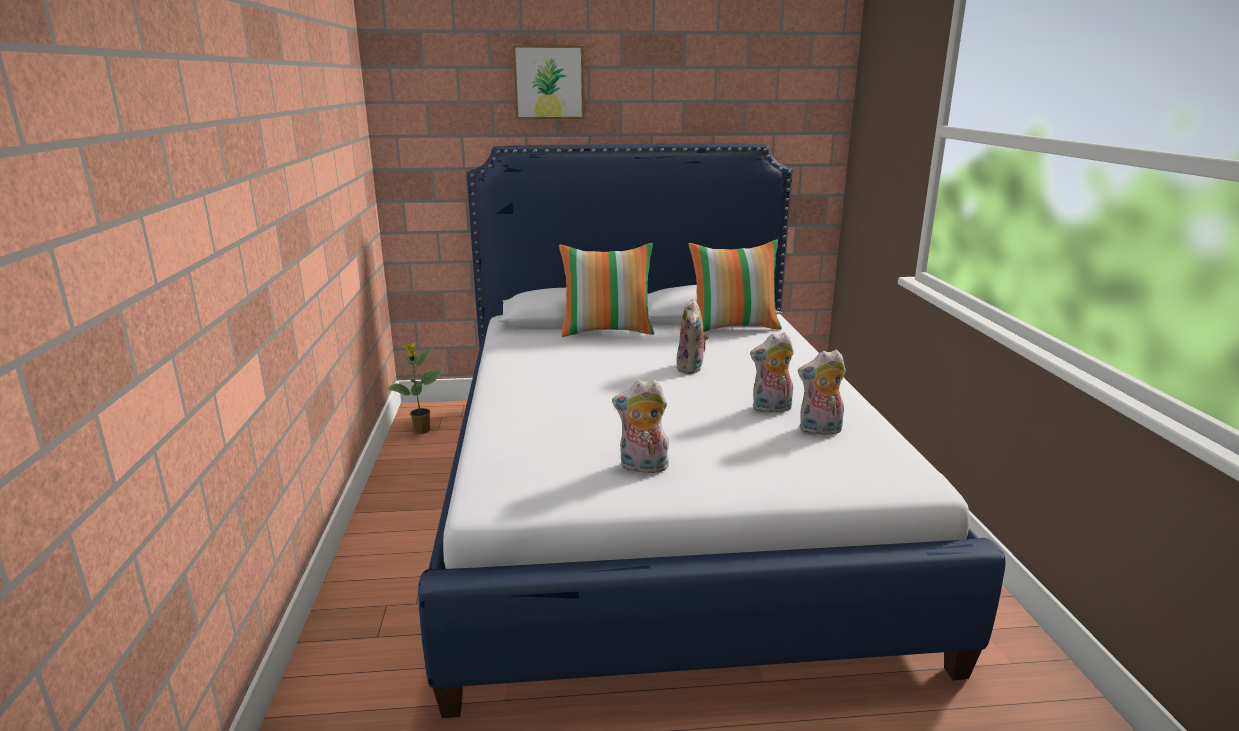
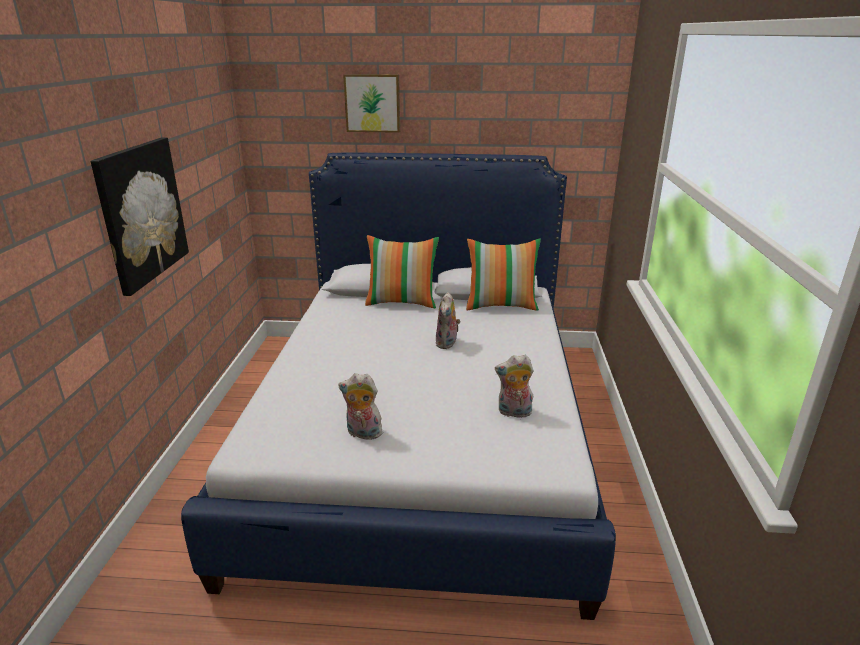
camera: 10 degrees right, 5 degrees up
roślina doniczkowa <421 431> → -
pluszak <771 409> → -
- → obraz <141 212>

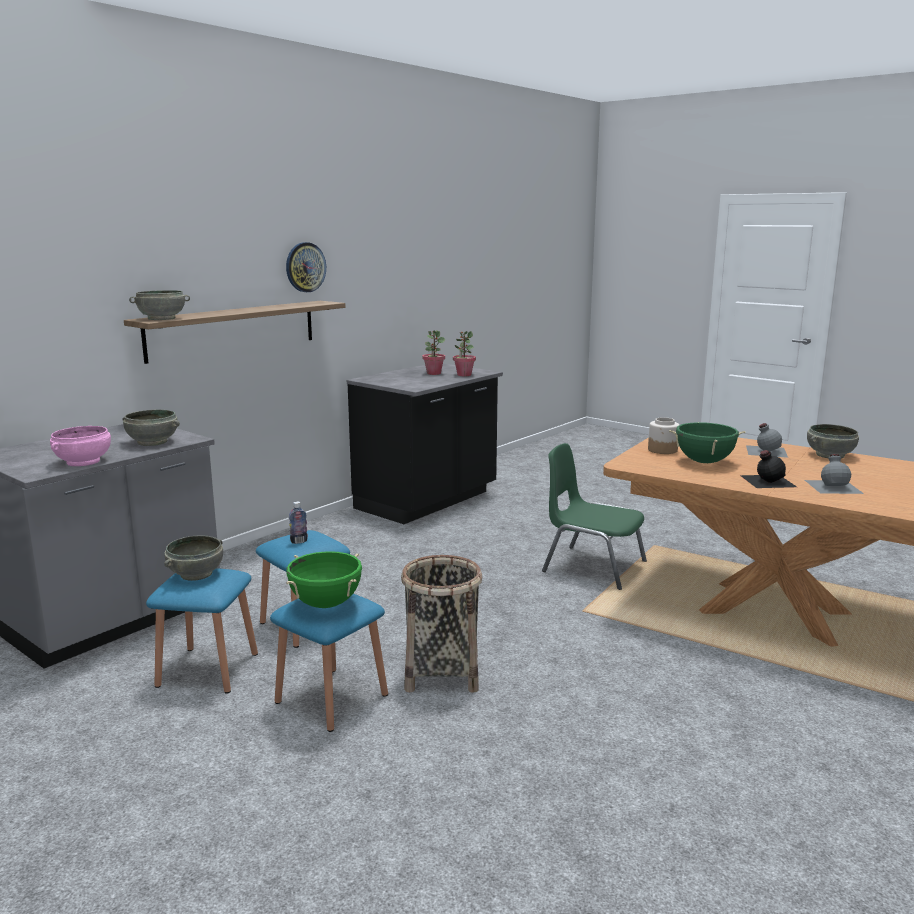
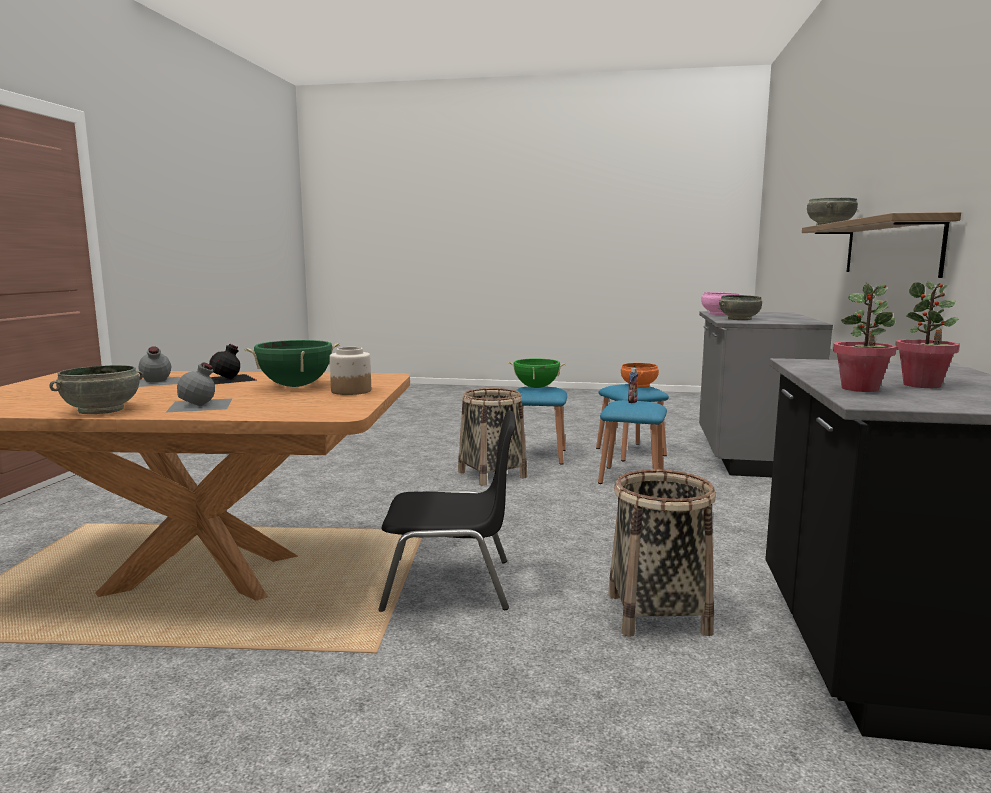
camera: 150 degrees right, 5 degrees down
zegar ścienny <305 267> → -
- → koszyk <658 614>
miska/szary <195 574> → miska/pomarańczowy <639 386>
krzesło/zielony <592 566> → krzesło/czarny <450 584>

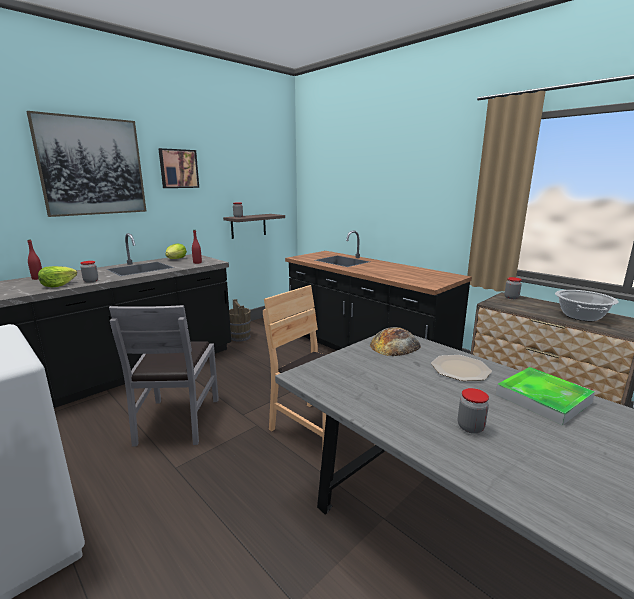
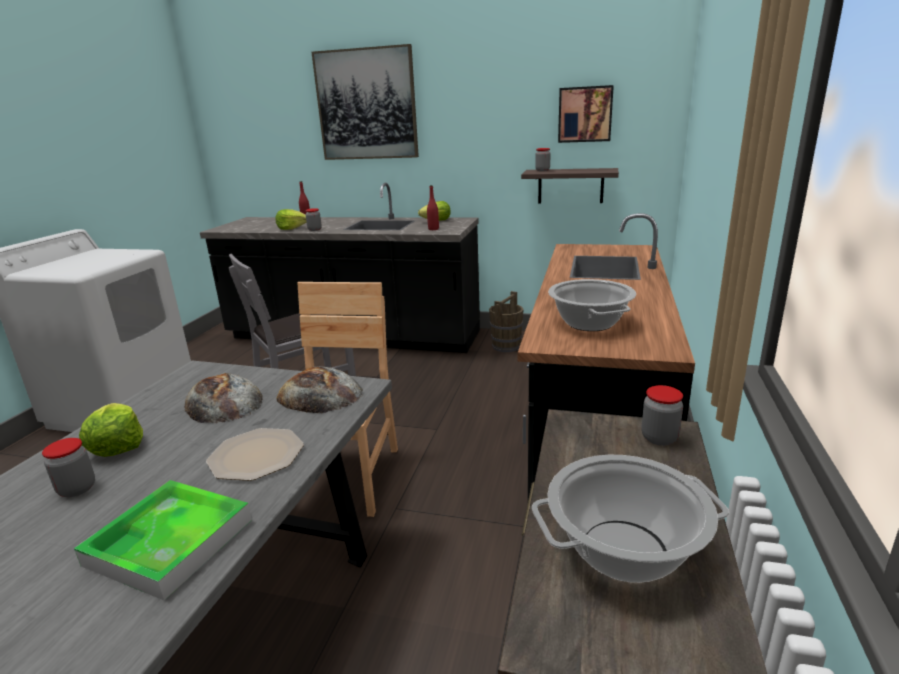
camera: 60 degrees right, 5 degrees up
- → sałata <117 446>
- → chleb <223 402>
- → garnek <590 323>
obraz <178 169> → obraz <585 114>, relocated

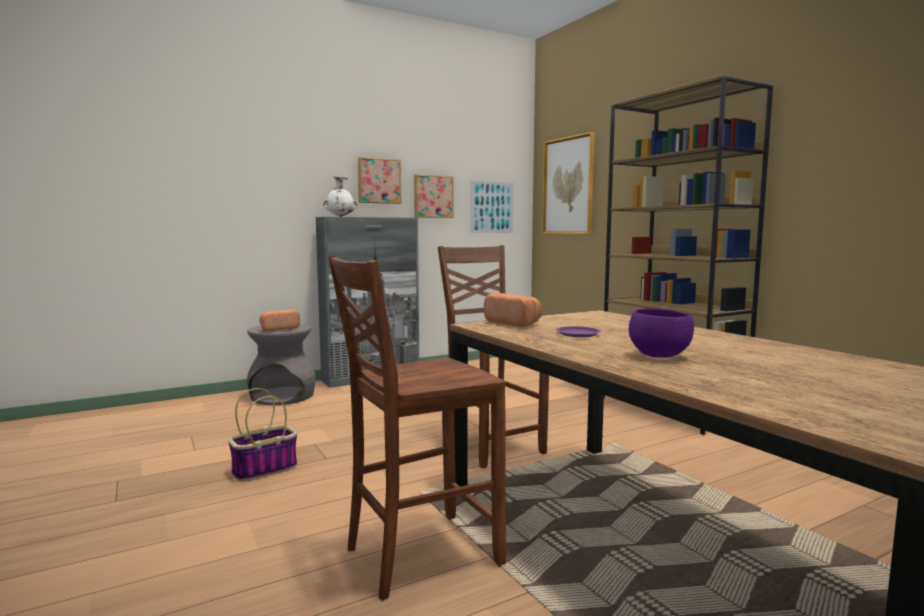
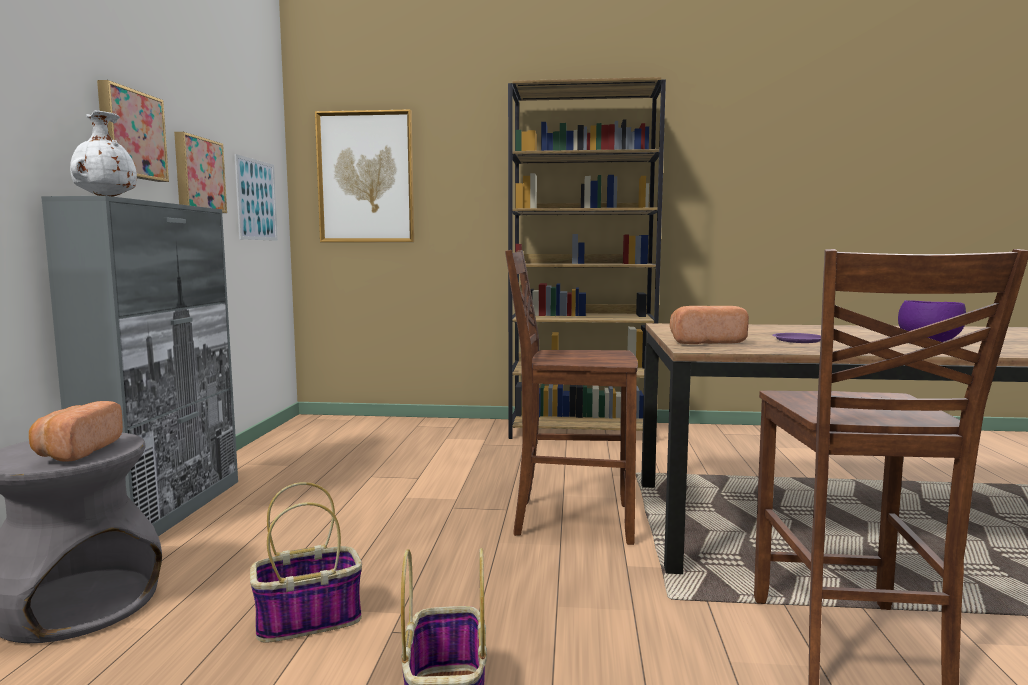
camera: 55 degrees left, 0 degrees up
- → koszyk <310 619>

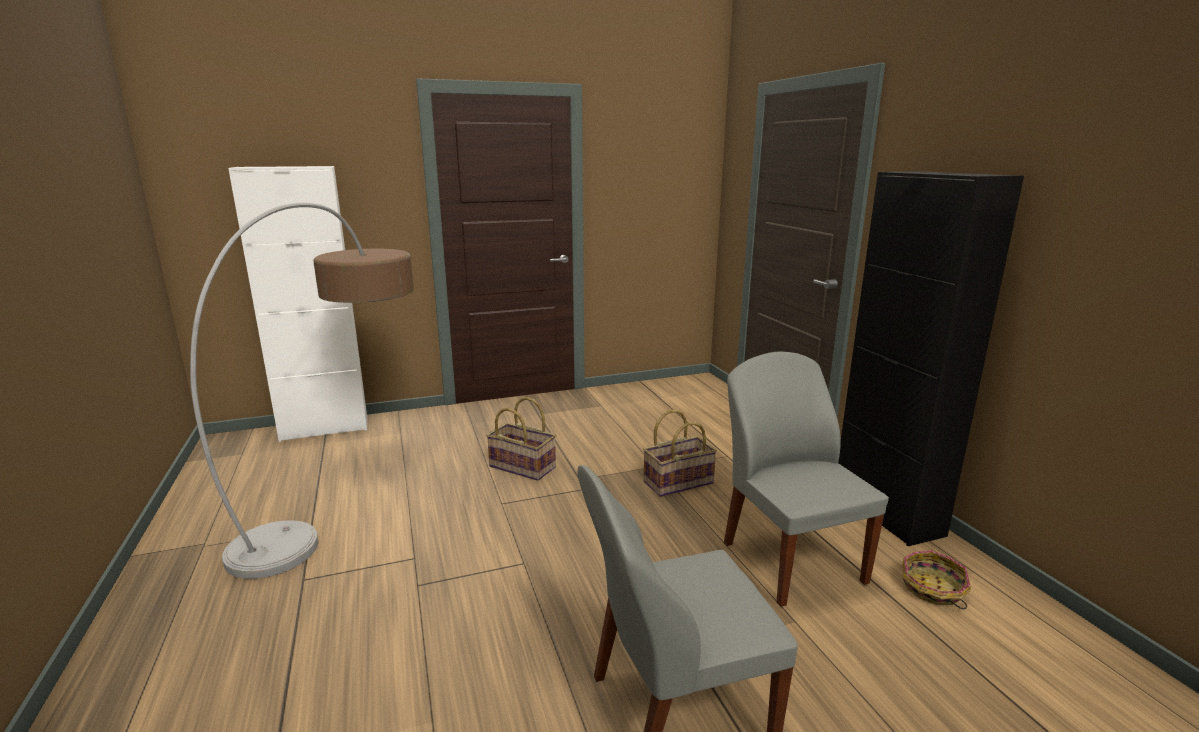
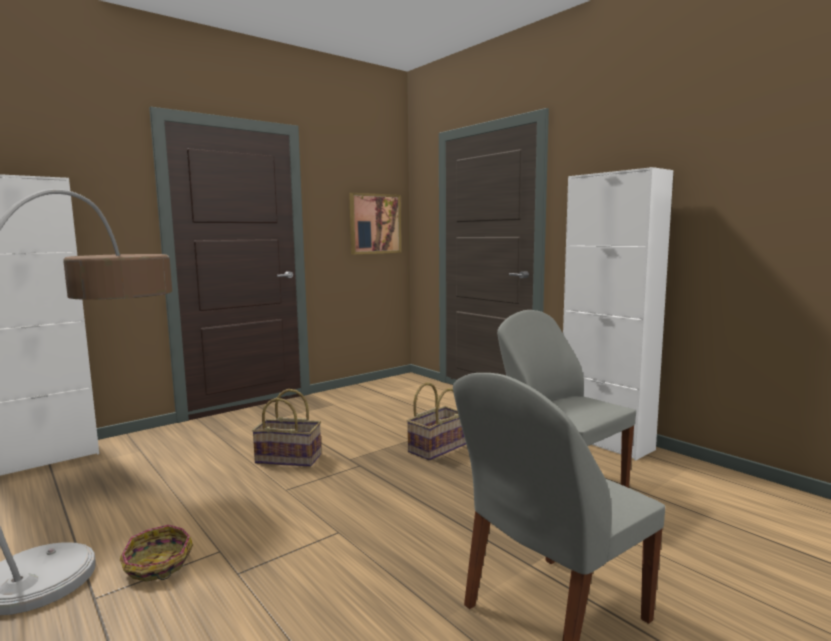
camera: 20 degrees left, 10 degrees down
- → obraz <375 224>
koszyk <932 589> → koszyk <157 566>, relocated
szafka/czarny <886 512> → szafka/biały <605 442>

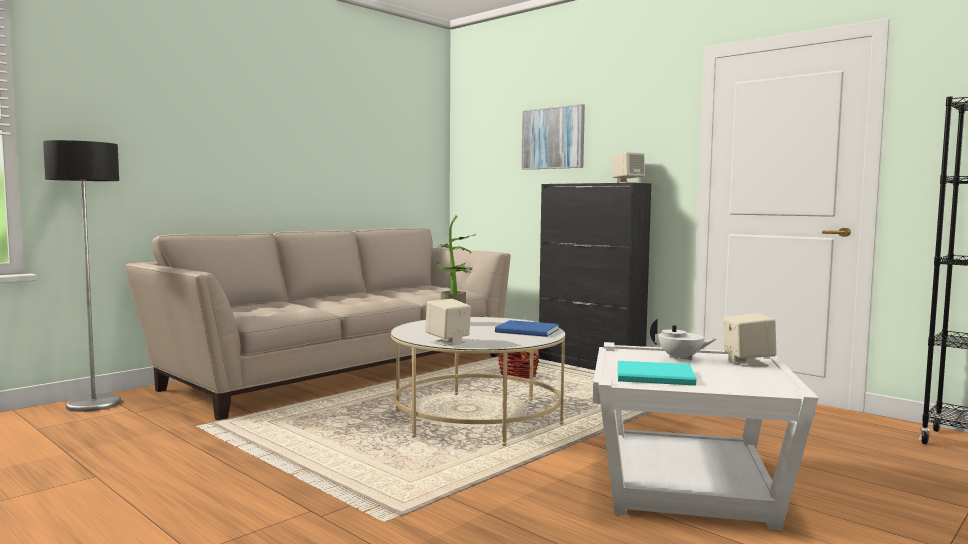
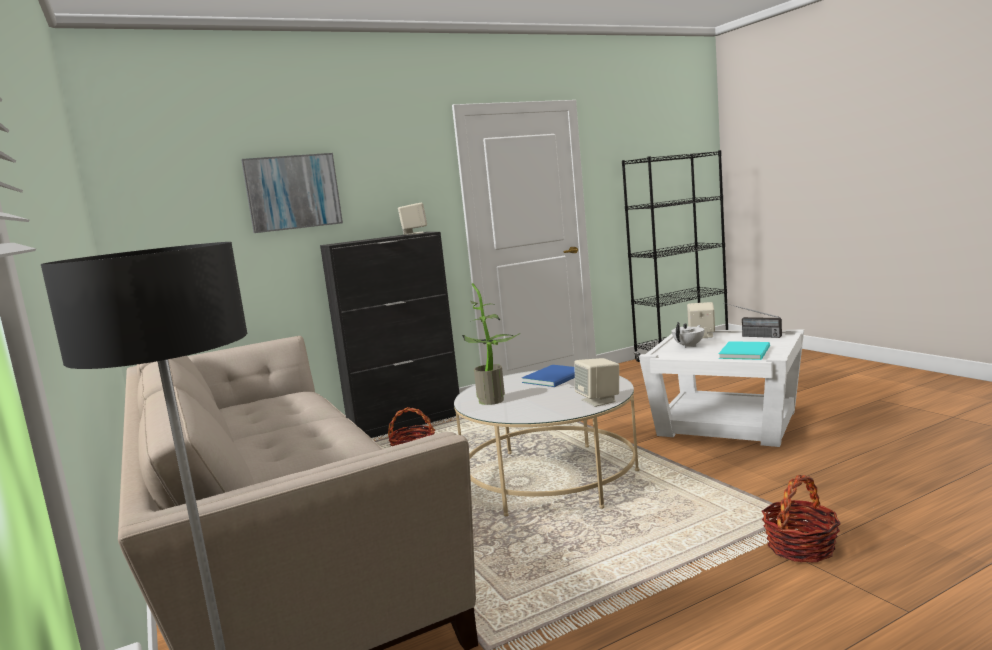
camera: 70 degrees left, 5 degrees up
- → radio <751 336>
- → koszyk <800 547>

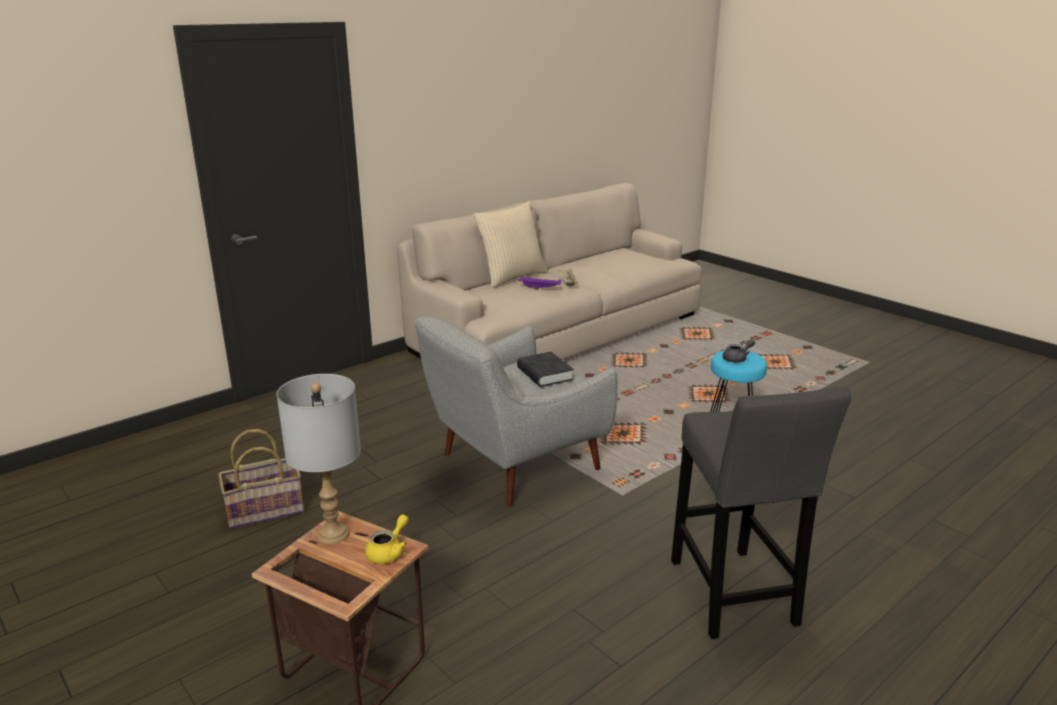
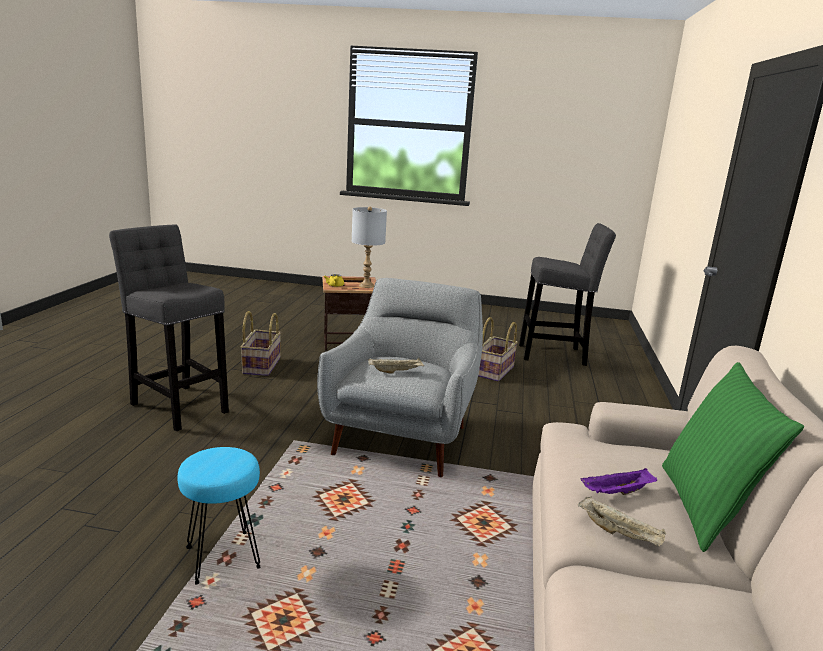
camera: 140 degrees right, 5 degrees down
imbryk/szary <737 359> → -
- → koszyk <261 365>
- → stołek/szary <556 355>
książka/czarny <544 374> → taca/beżowy <396 371>
poduszka/beżowy <511 277> → poduszka/zielony <707 508>

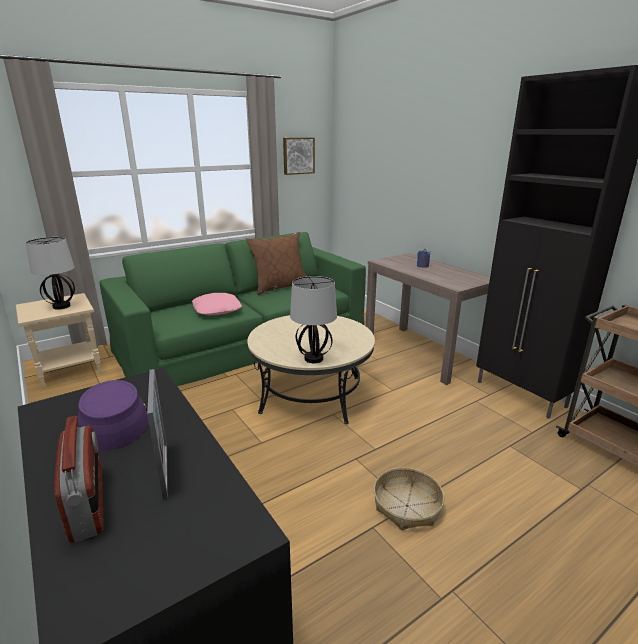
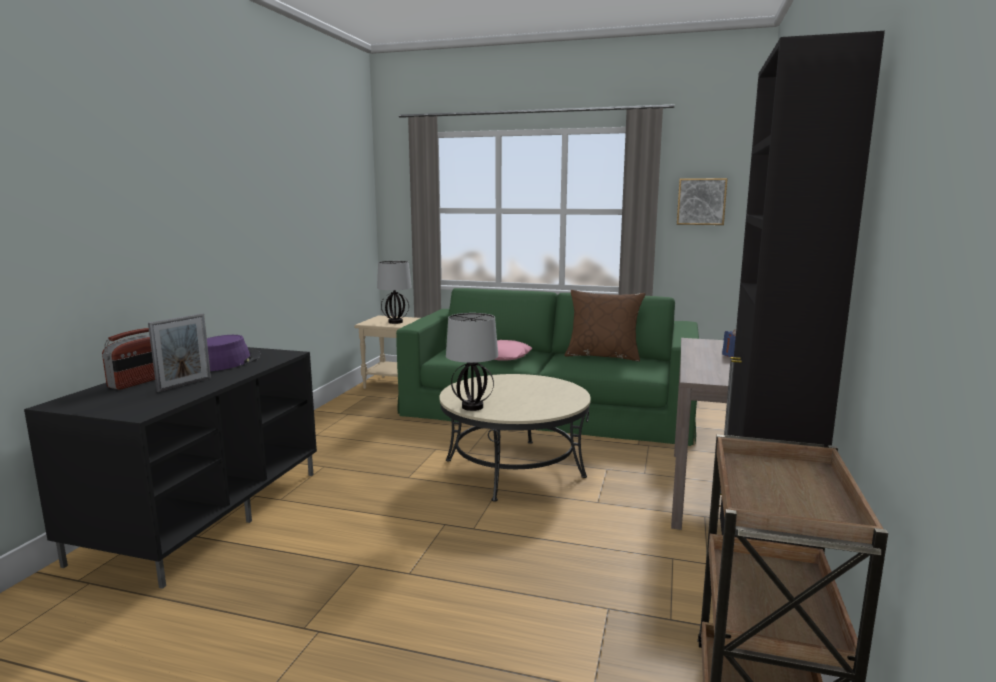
camera: 50 degrees right, 10 degrees down
koszyk <407 506> → -

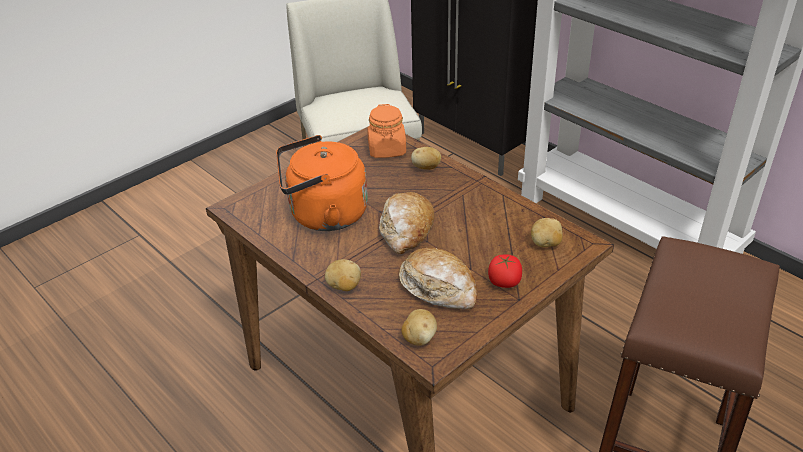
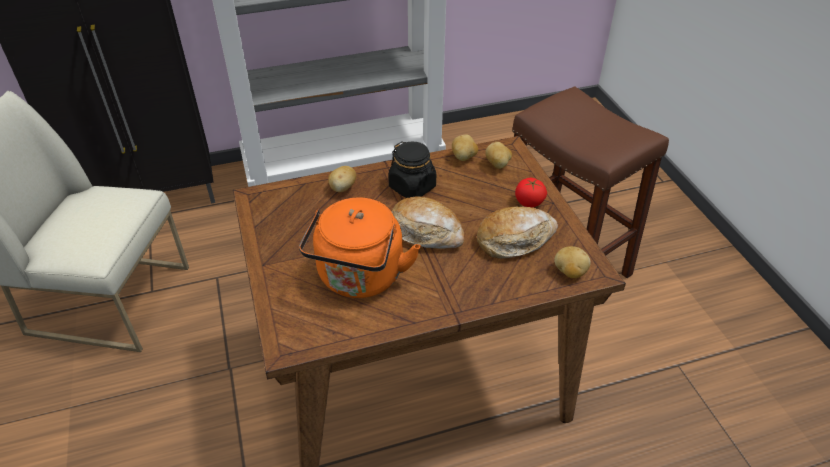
camera: 65 degrees left, 5 degrees up
słoik/pomarańczowy <387 150> → -
- → słoik/czarny <412 187>
ziemniak <344 286> → ziemniak <464 157>, relocated

